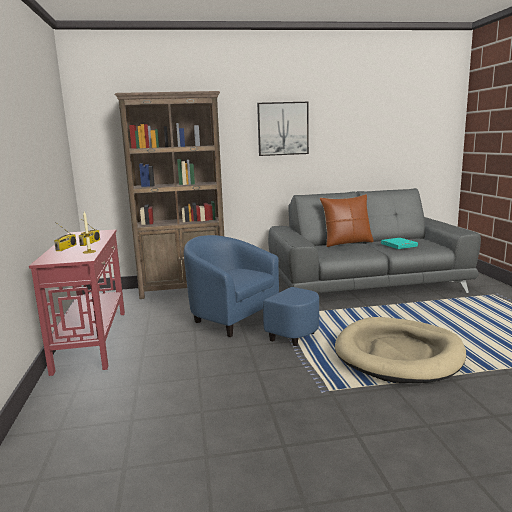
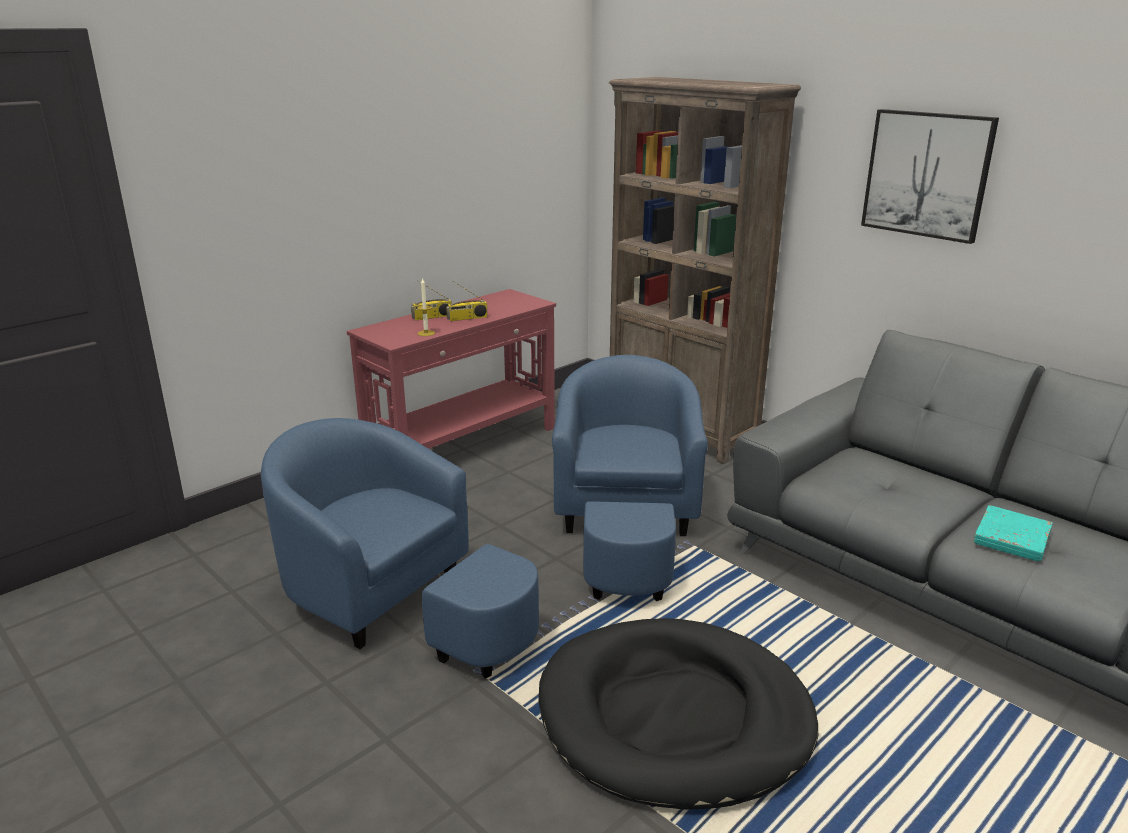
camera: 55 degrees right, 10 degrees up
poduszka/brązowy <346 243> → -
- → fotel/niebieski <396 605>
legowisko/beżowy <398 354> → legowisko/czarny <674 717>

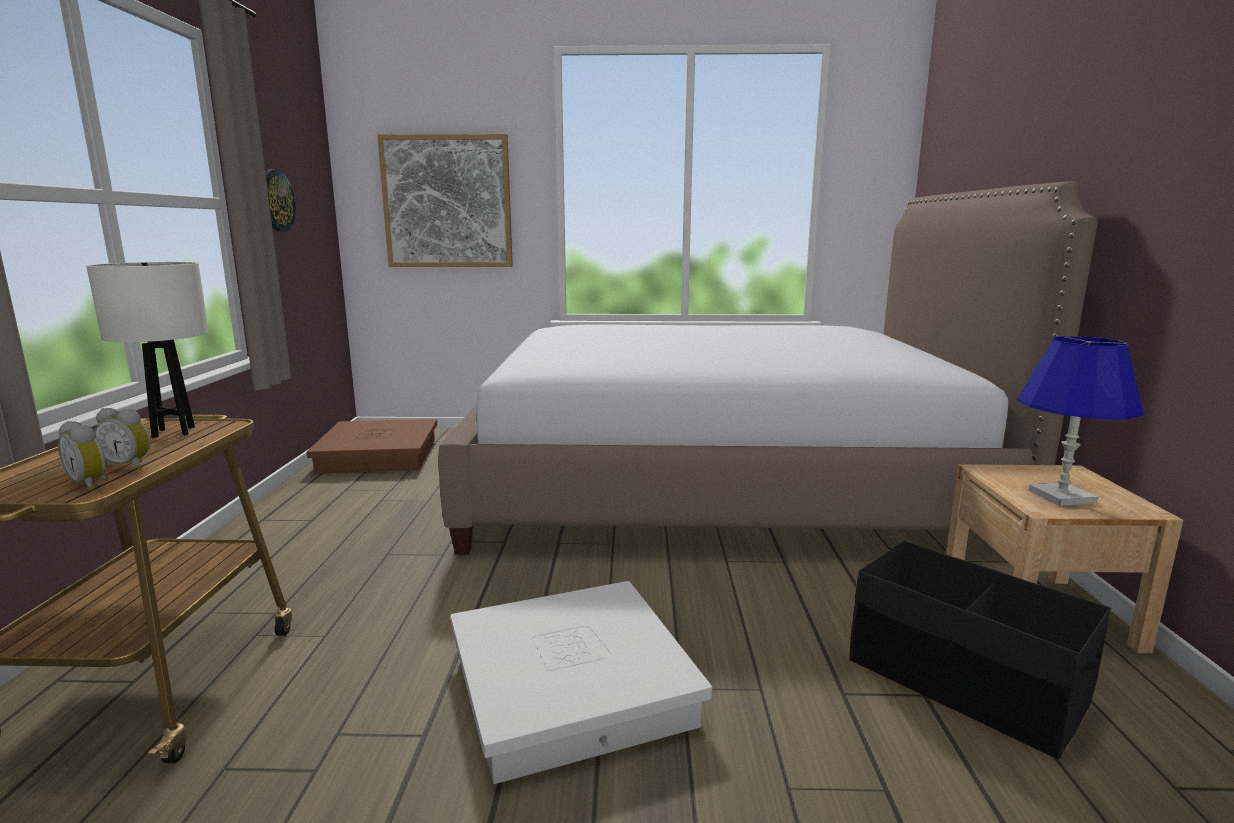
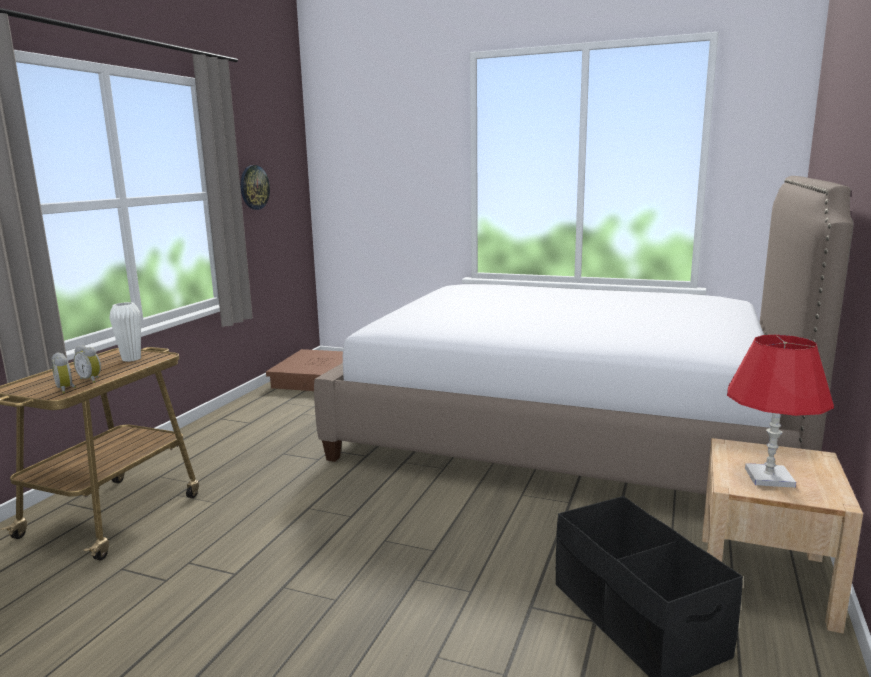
camera: 20 degrees right, 0 degrees up
obraz <447 202> → -
pojemnik do przechowywania/biały <572 687> → -
lampa stołowa/biały <173 432> → wazon/biały <131 359>
lampa stołowa/niebieski <1061 496> → lampa stołowa/czerwony <768 477>

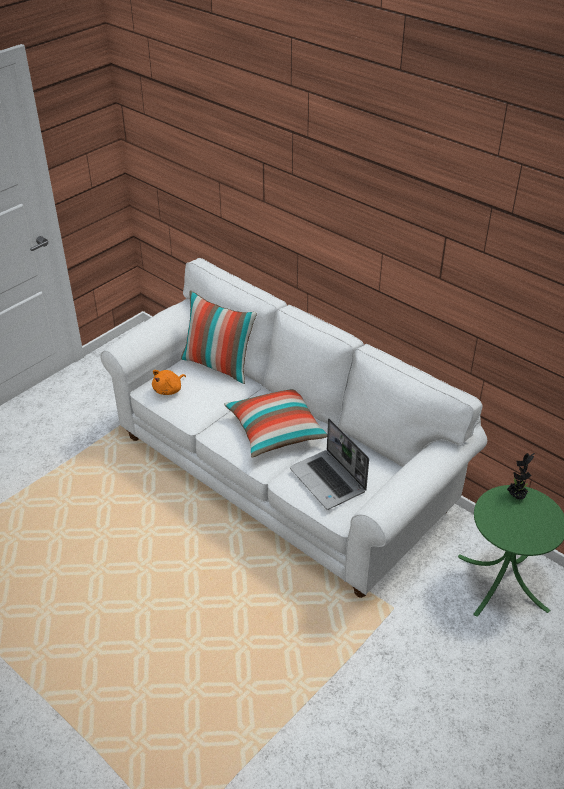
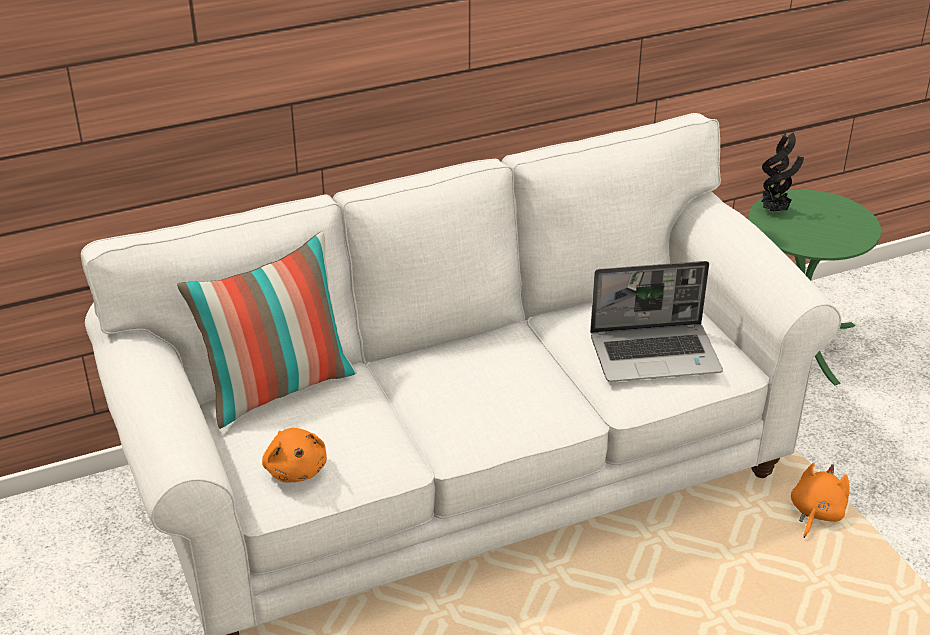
camera: 65 degrees left, 5 degrees down
poduszka <275 430> → -
- → pluszak/pomarańczowy <815 513>

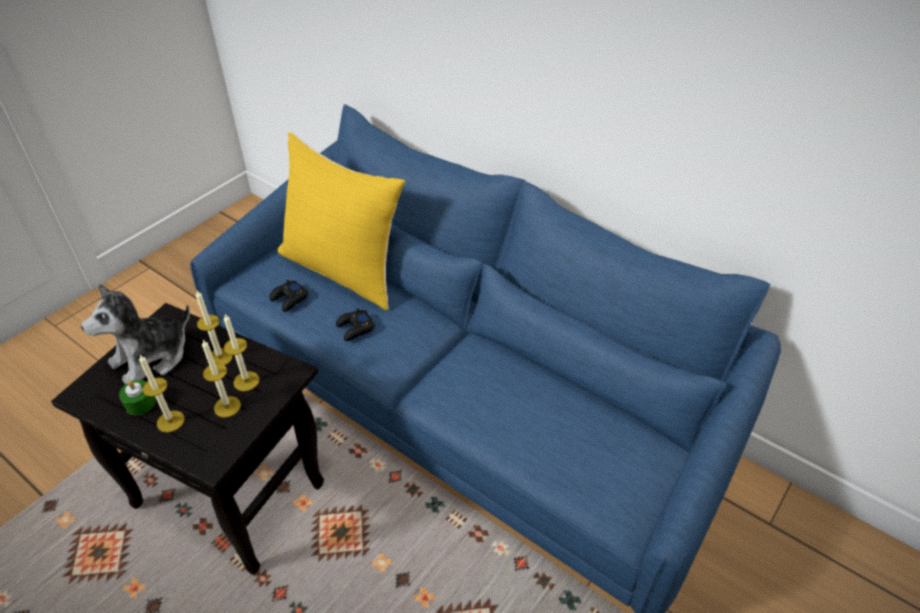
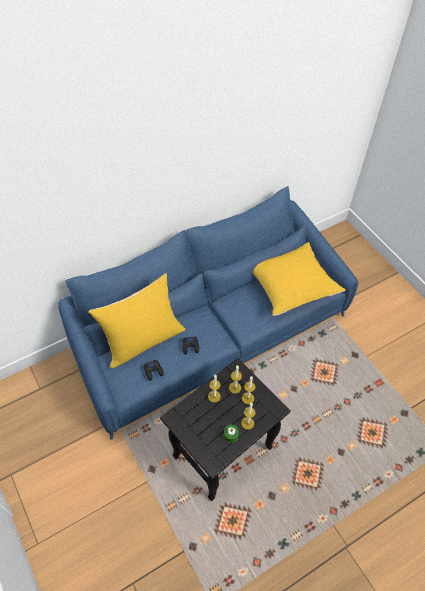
camera: 70 degrees left, 10 degrees up
pluszak <151 358> → -
- → poduszka/żółty <291 286>

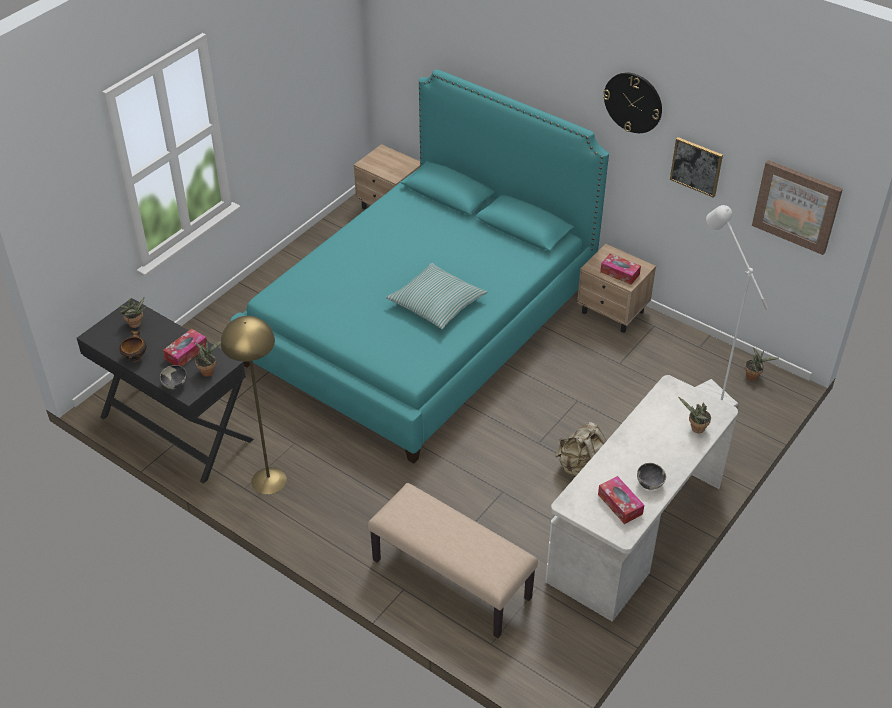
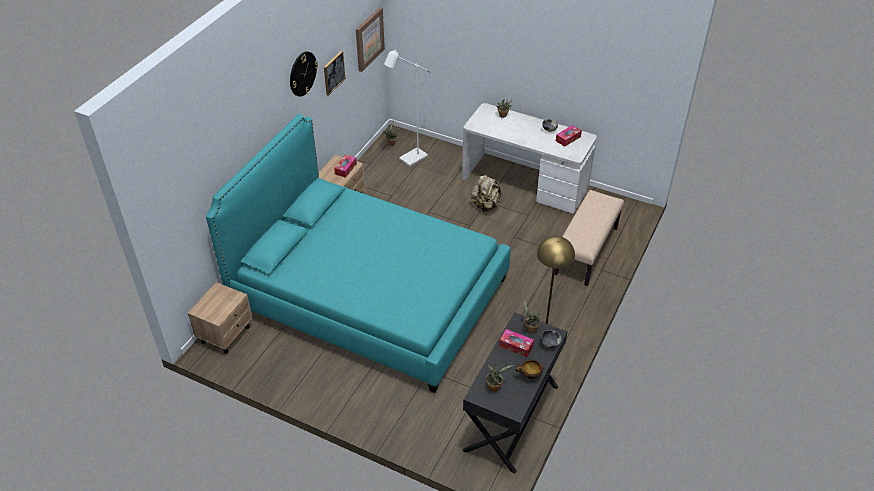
camera: 100 degrees left, 0 degrees up
poduszka <436 303> → -

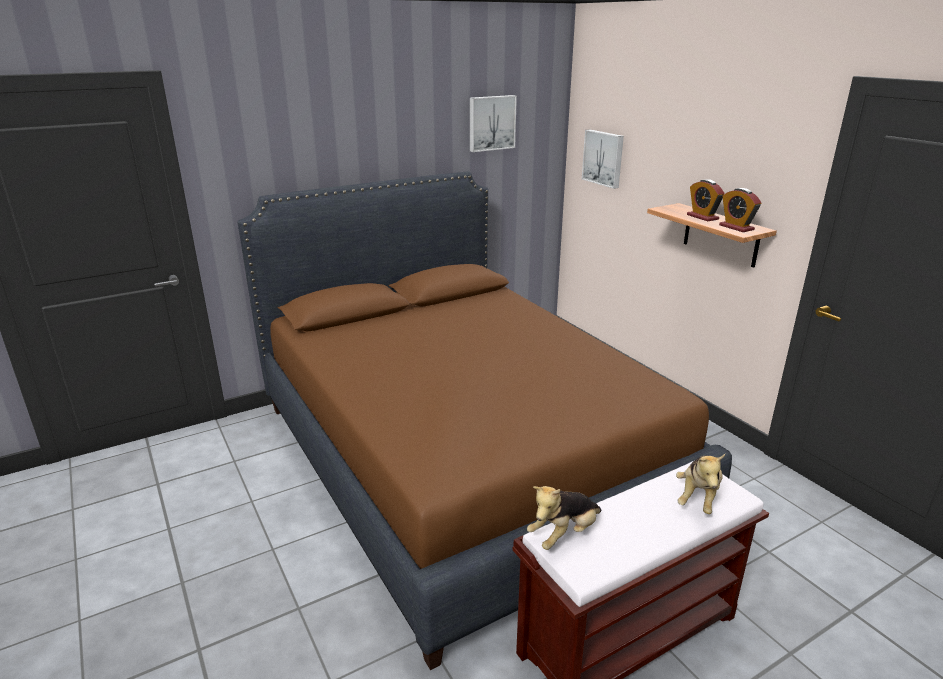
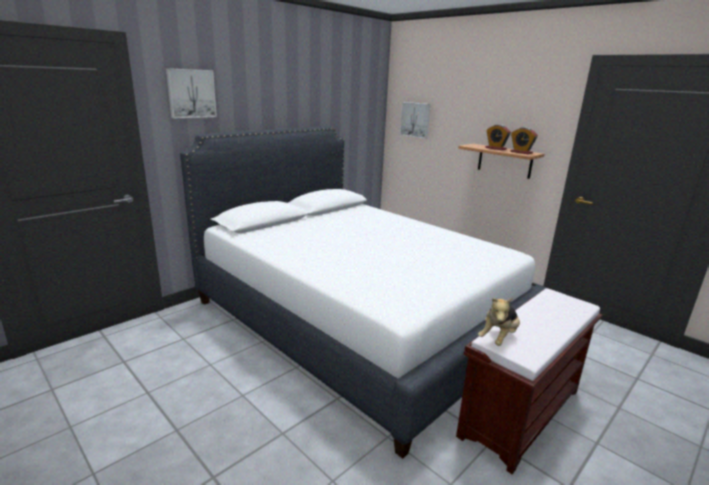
camera: 15 degrees left, 5 degrees down
pluszak <698 497> → -
obraz <491 123> → obraz <191 93>, relocated
łóżko/brązowy <462 460> → łóżko/biały <357 320>

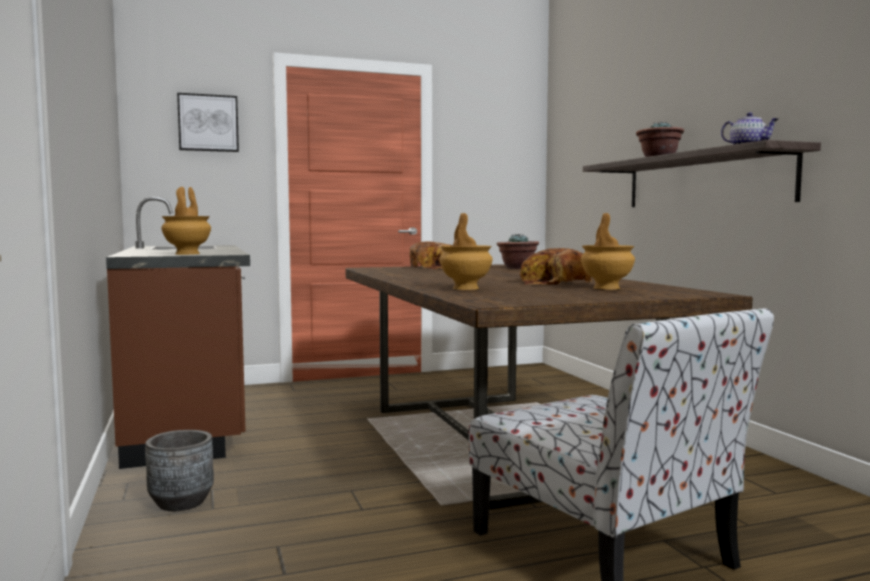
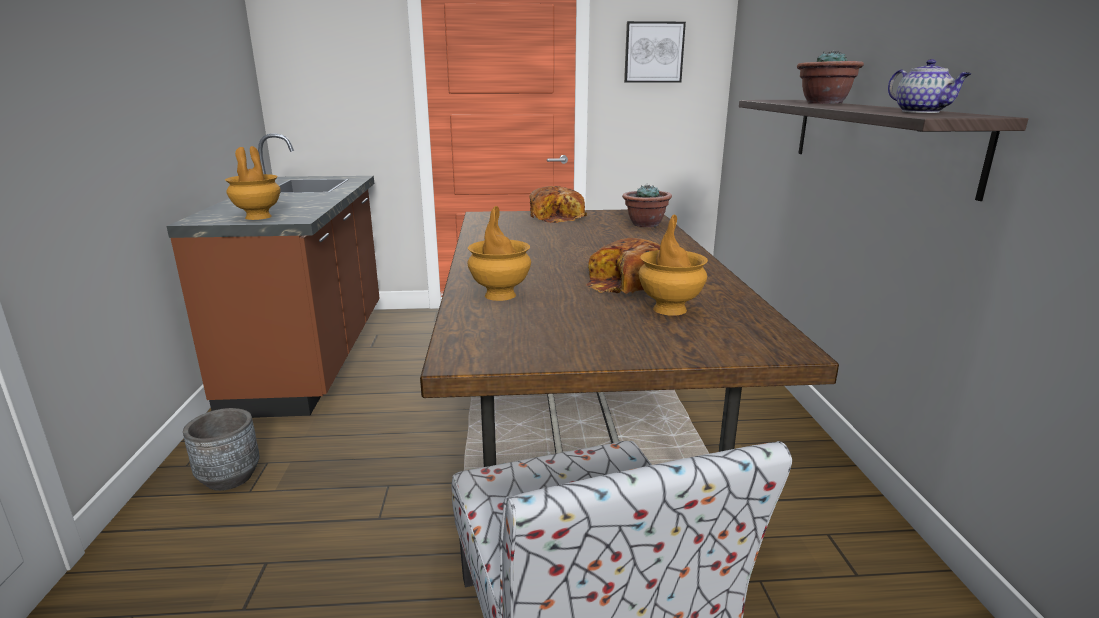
camera: 15 degrees right, 15 degrees up
obraz <208 123> → obraz <653 52>, relocated

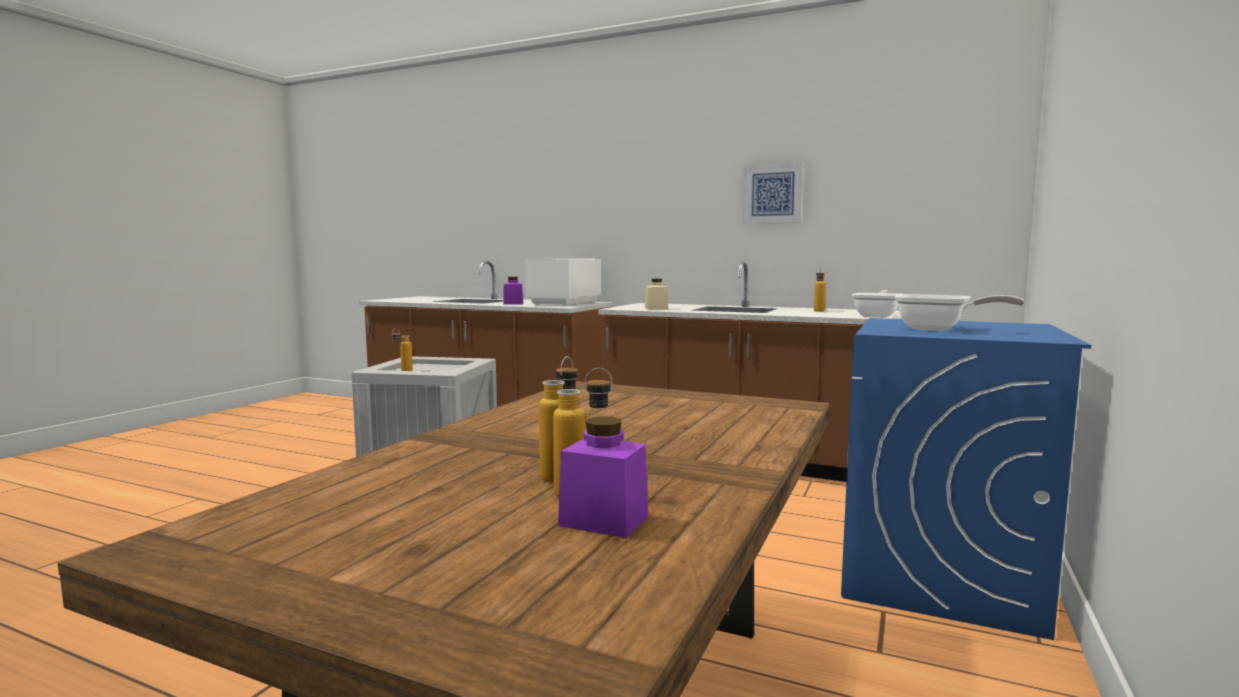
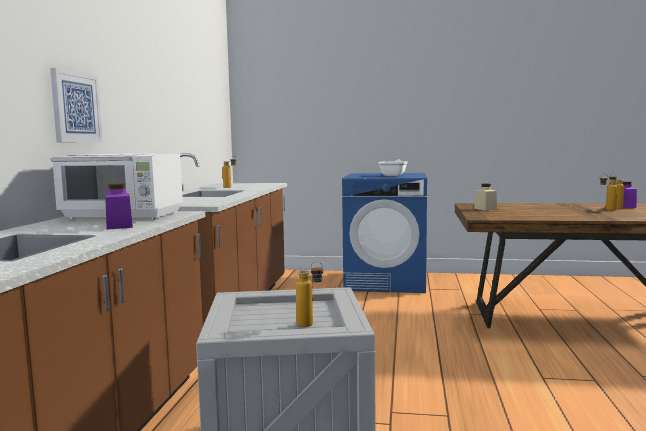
camera: 105 degrees left, 0 degrees up
patelnia <877 316> → -
słoik/beżowy <656 308> → słoik/beżowy <485 209>, relocated
obraz <773 194> → obraz <75 107>, relocated

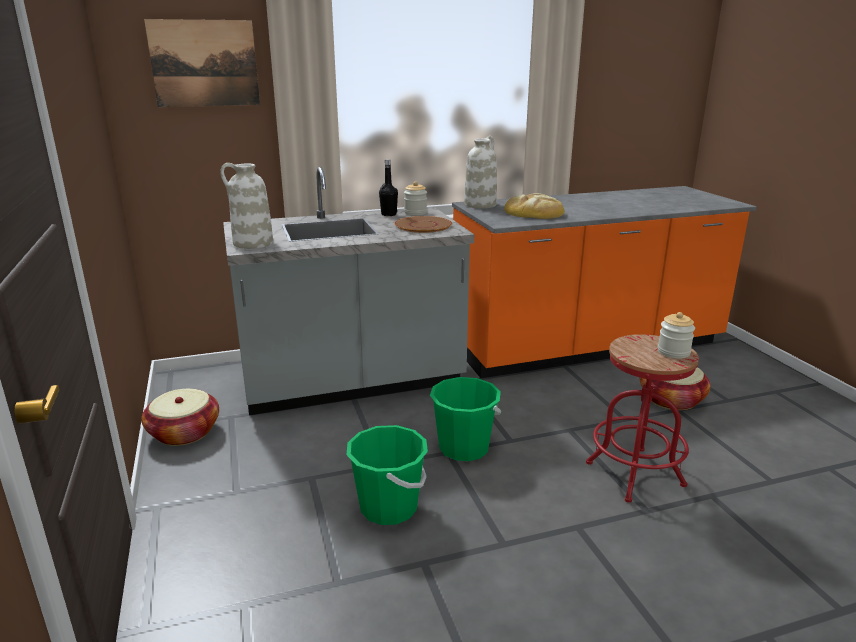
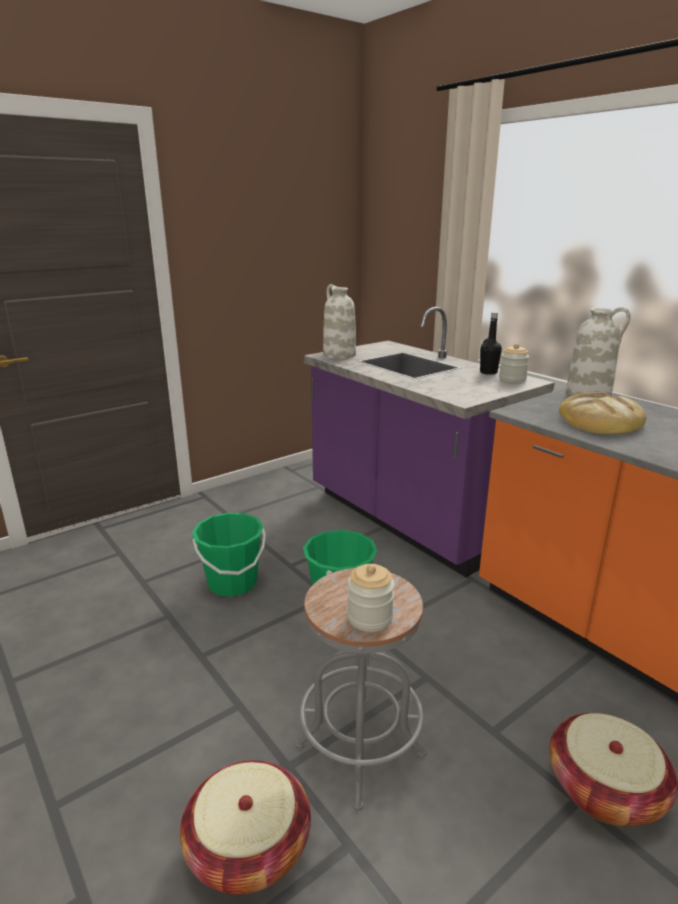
camera: 70 degrees right, 0 degrees up
obraz <204 63> → -
talerz/brązowy <423 226> → -
koszyk <184 432> → koszyk <248 847>, relocated
zabudowa kuchenna/szary <352 382> → zabudowa kuchenna/fioletowy <410 519>
stołek/czerwony <634 474> → stołek/szary <360 750>

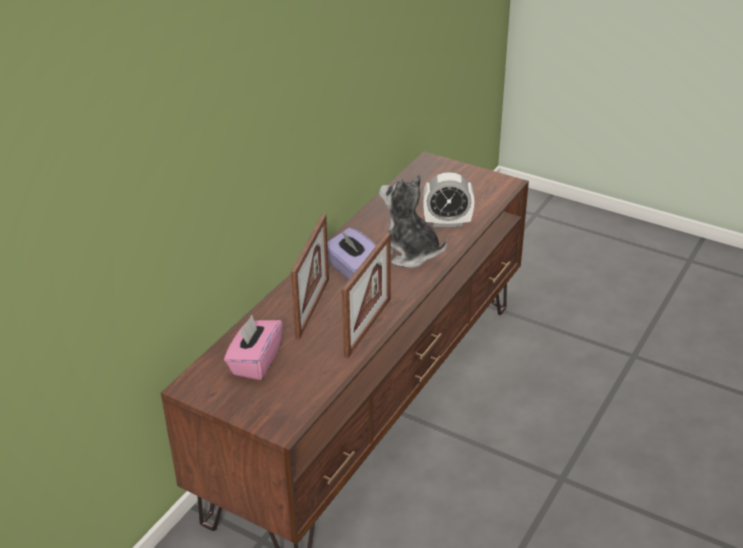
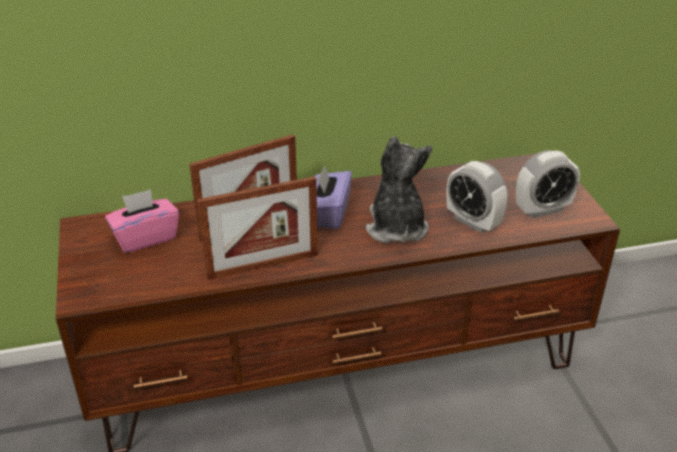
camera: 45 degrees right, 0 degrees up
- → budzik <542 209>

